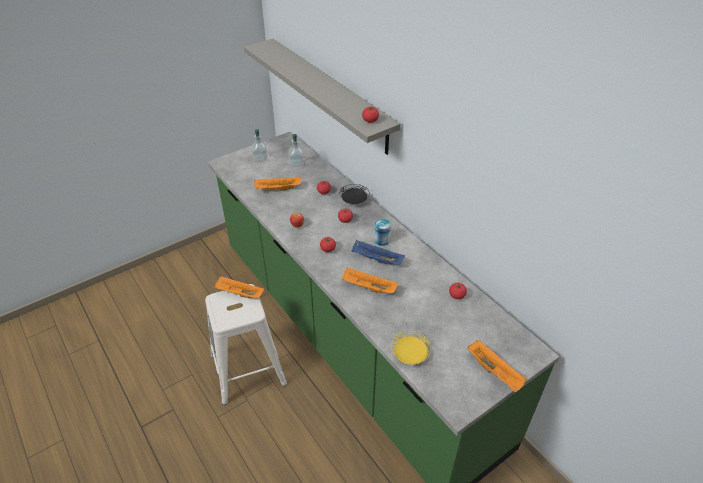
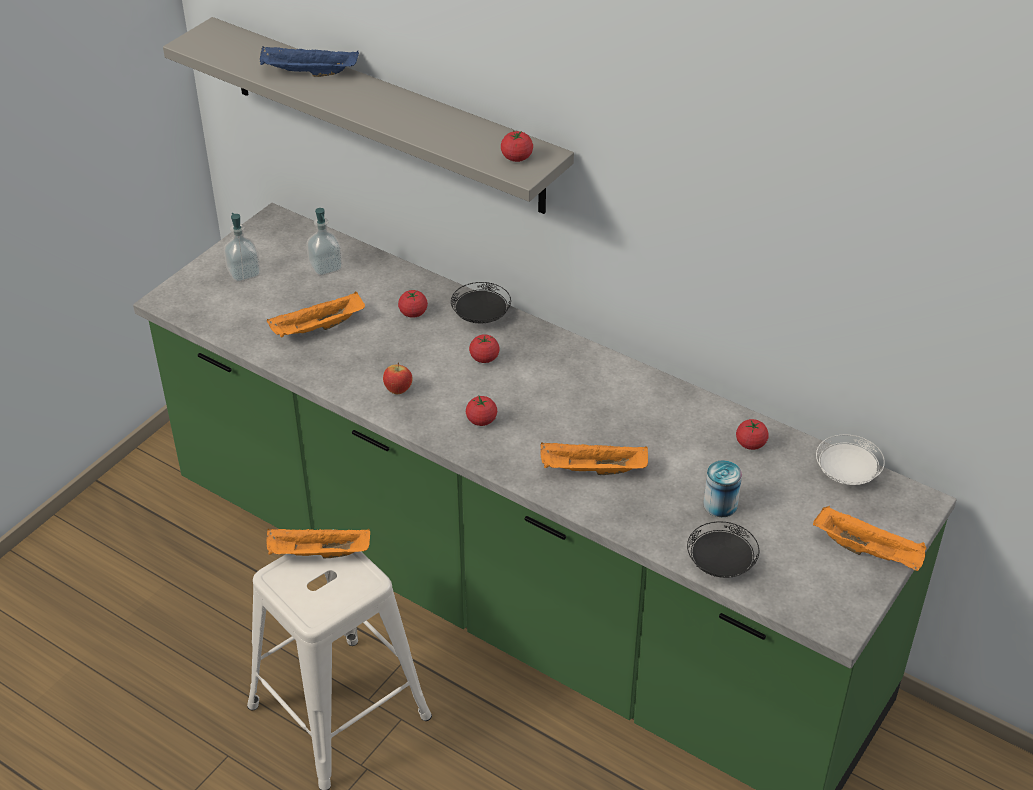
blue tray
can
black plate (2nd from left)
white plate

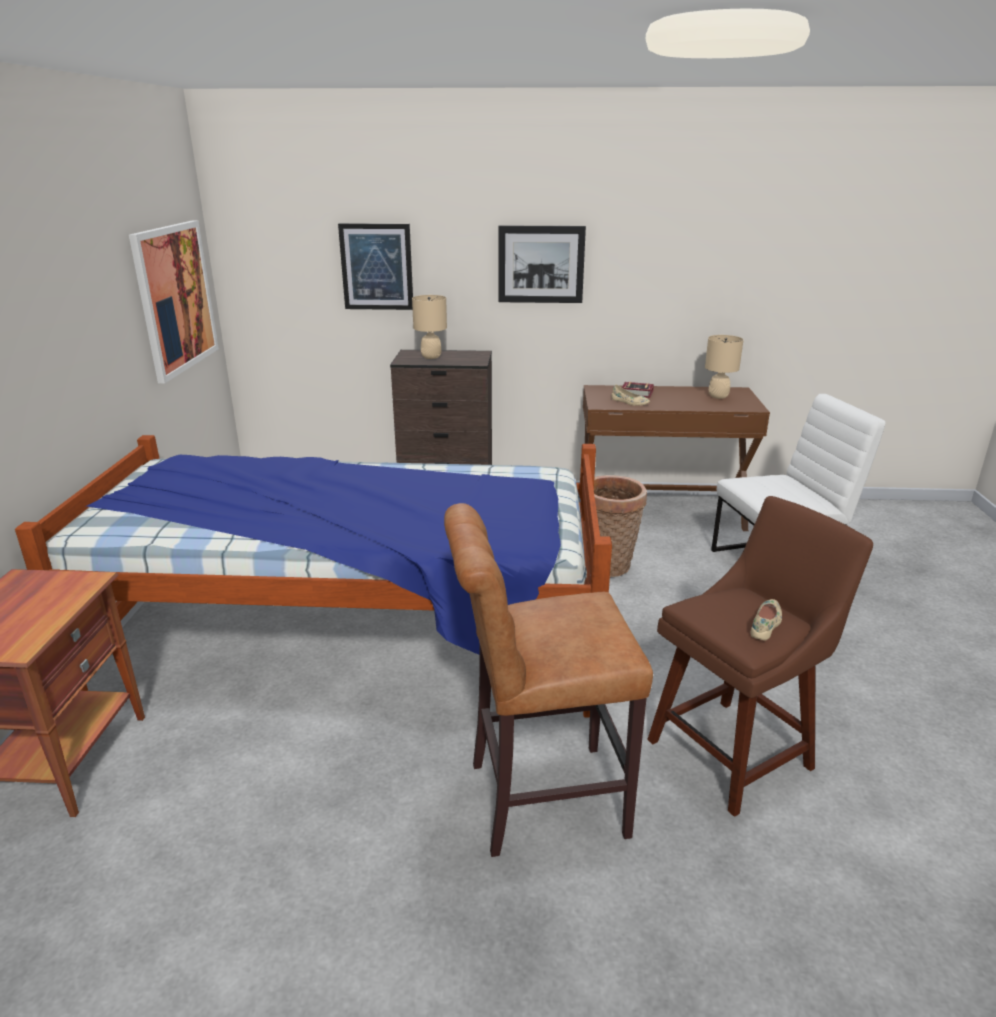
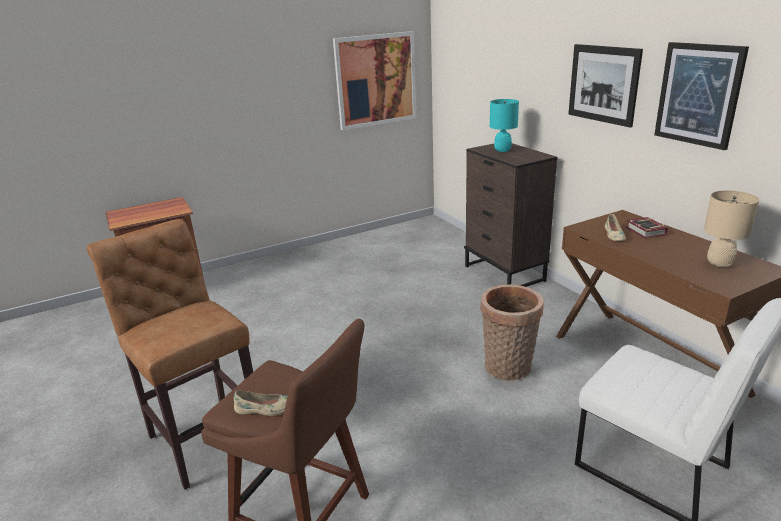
bed
picture (3rd from left)
turquoise table lamp

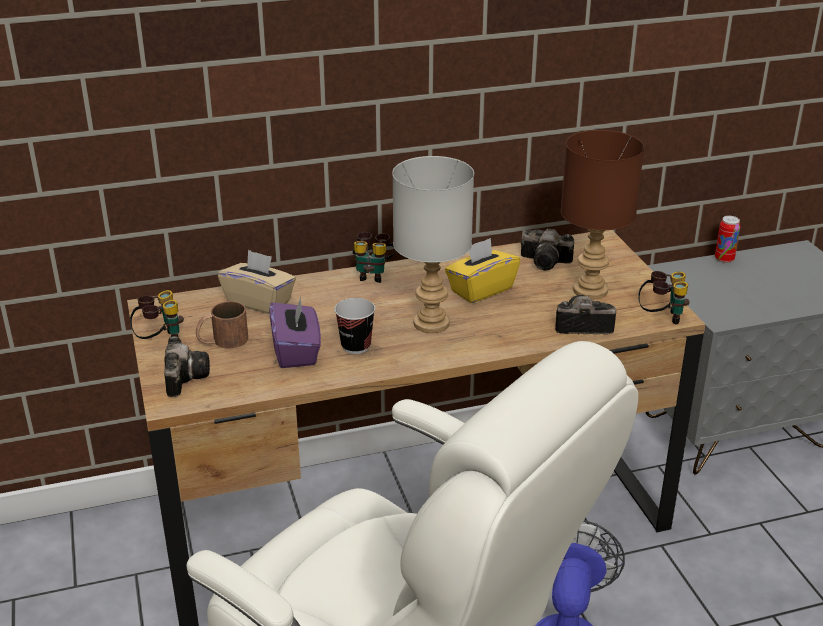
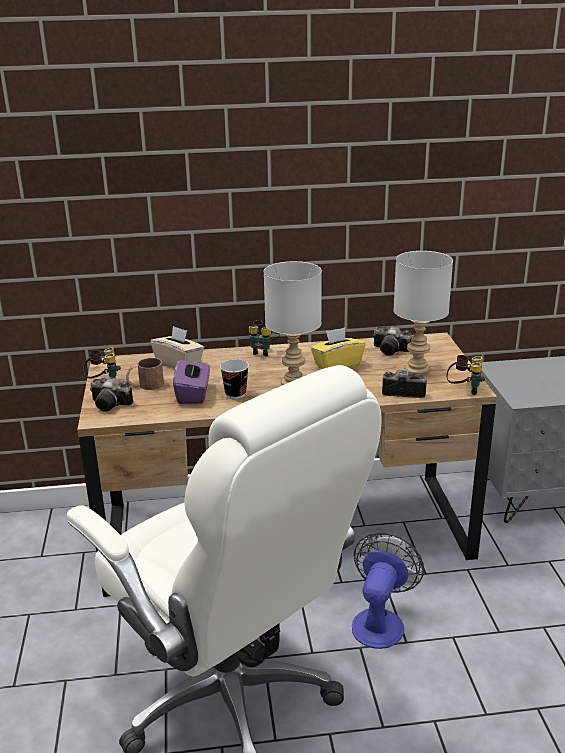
photo camera (1st from left)
grey table lamp (2nd from left)
can

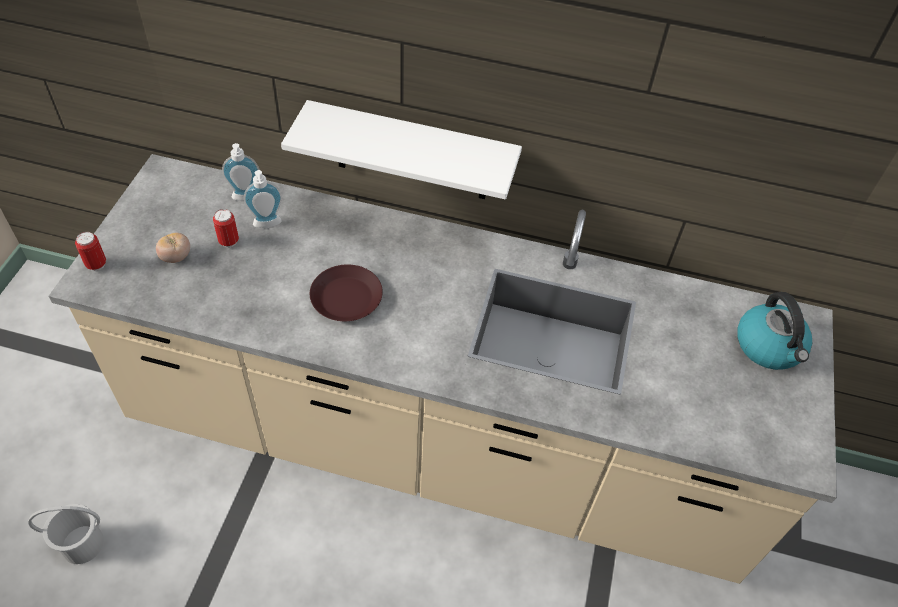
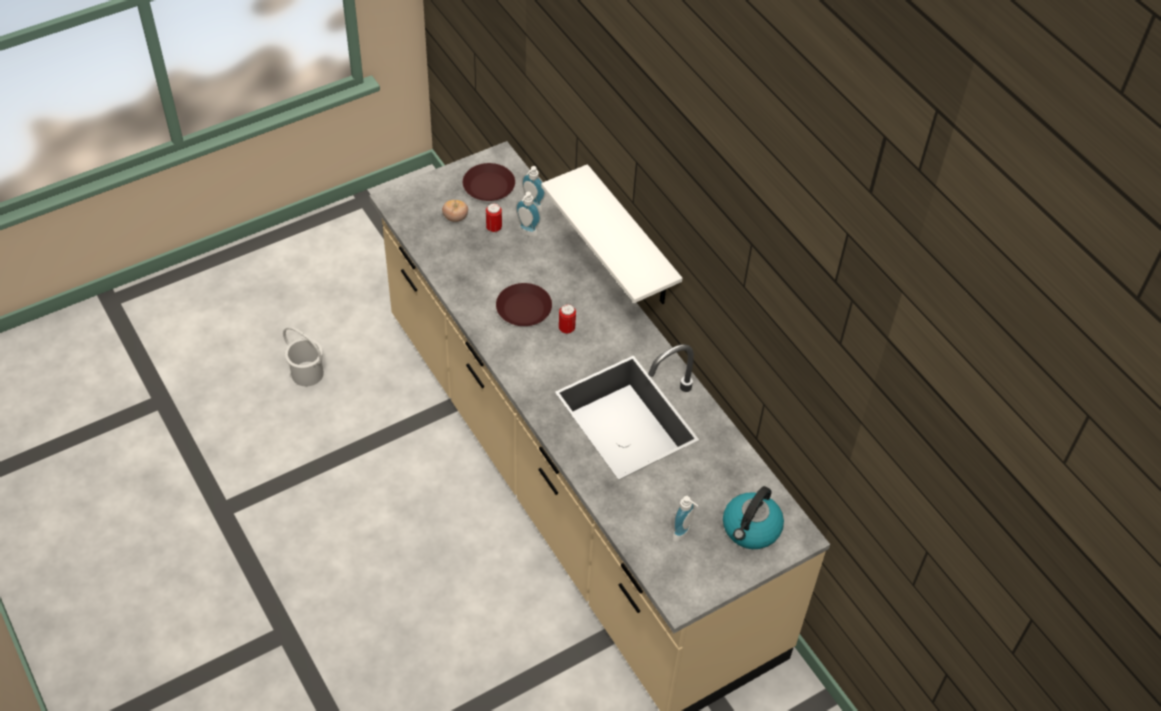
can (2nd from left)
brown plate (1st from left)
soap dispenser (3rd from left)

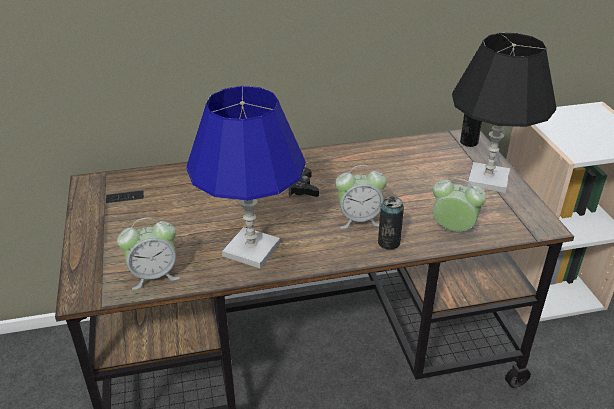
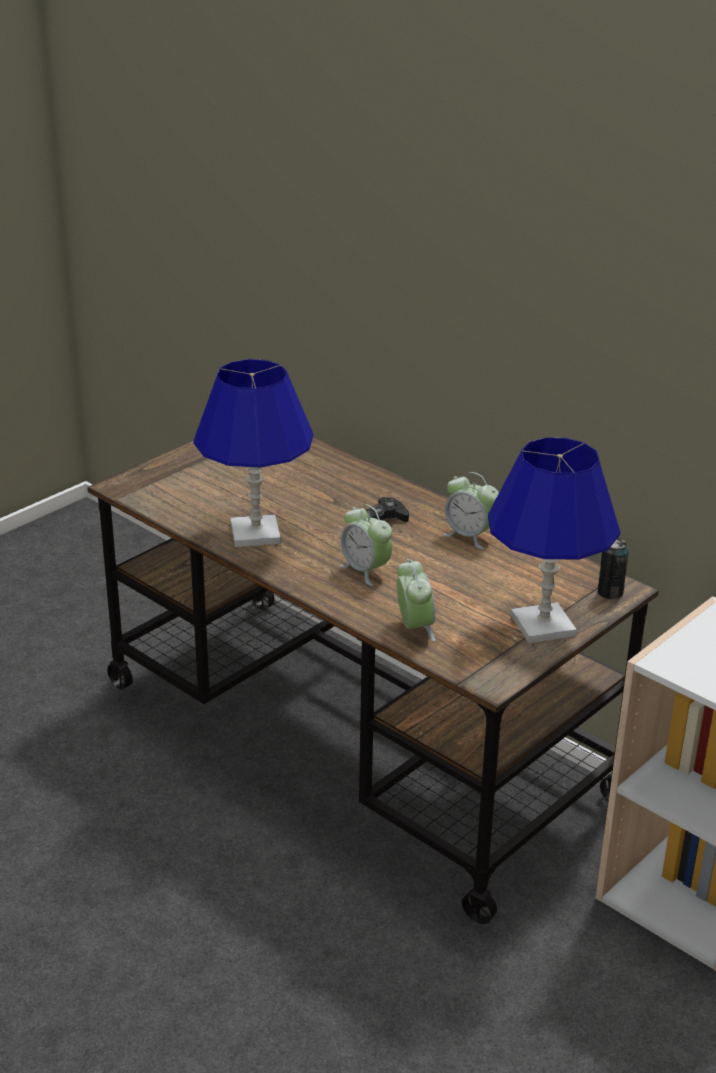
alarm clock (3rd from left)
can (1st from left in the first image)
blue table lamp (2nd from left)

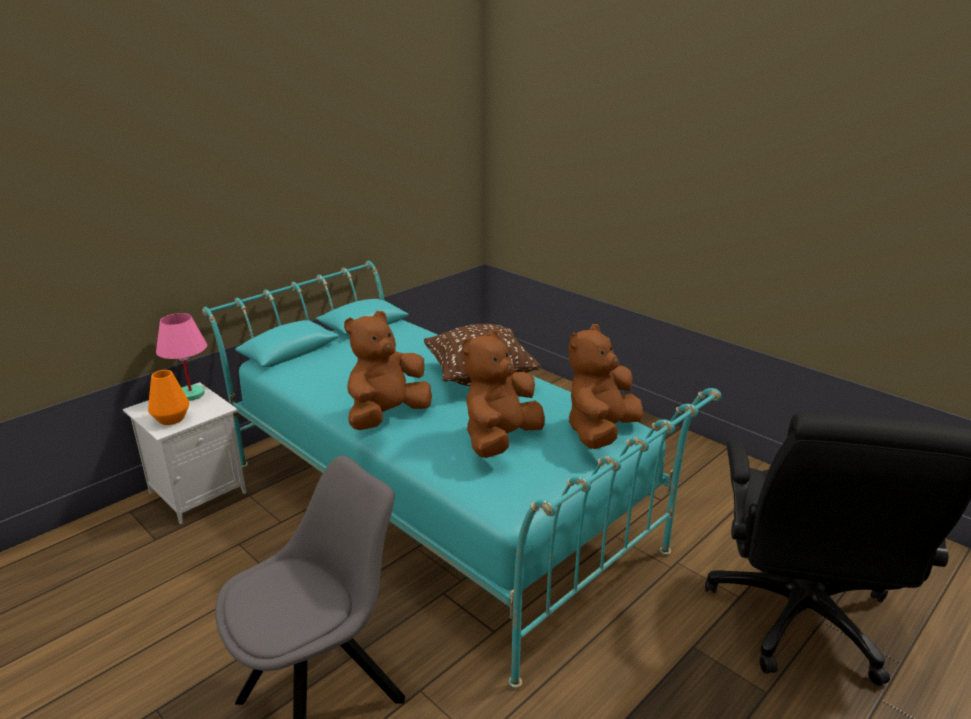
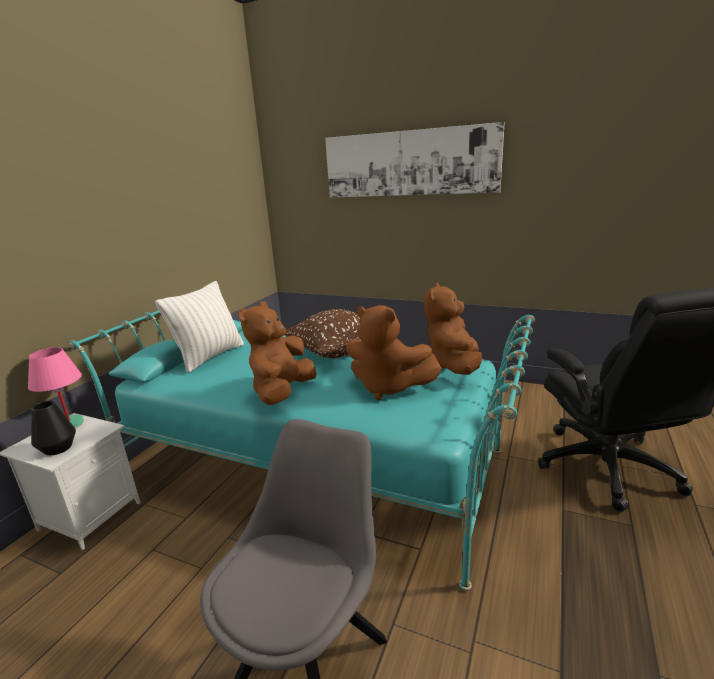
black vase
brown plush toy (2nd from left)
white pillow
picture

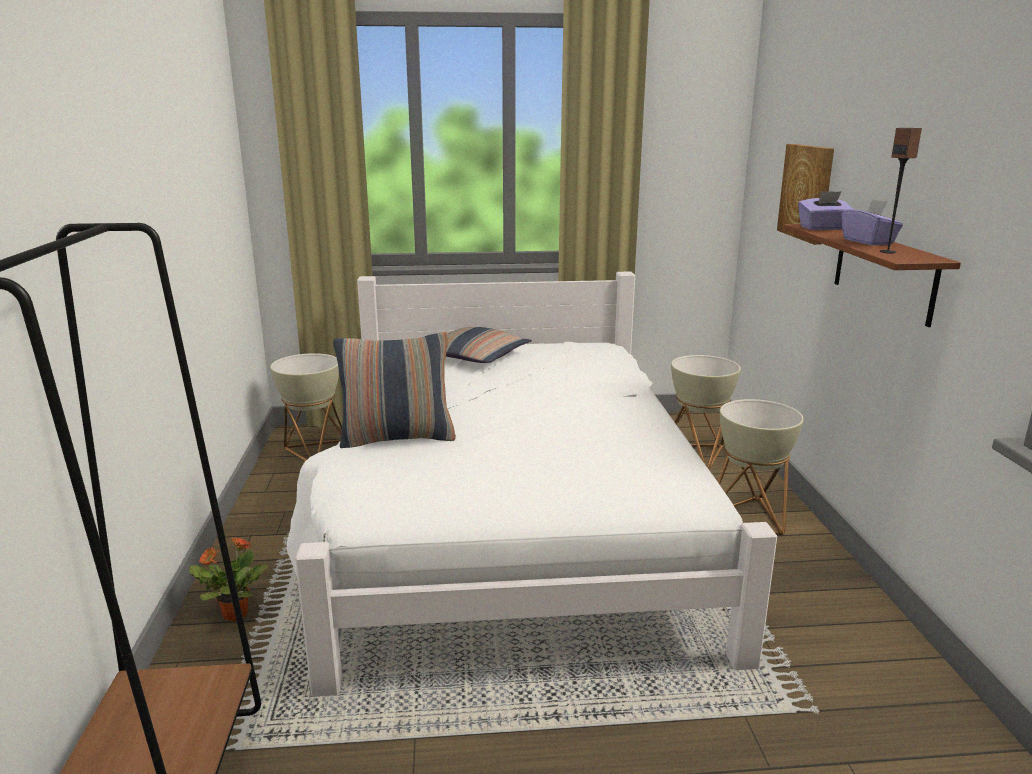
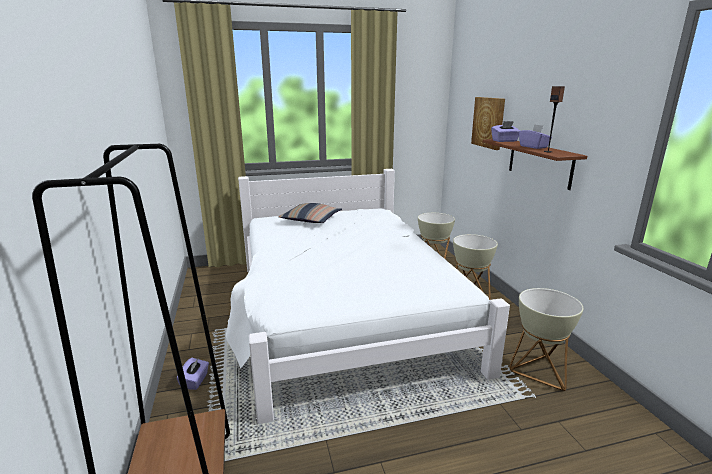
purple tissue box (1st from left)
planter (3rd from left)
pillow (1st from left in the first image)

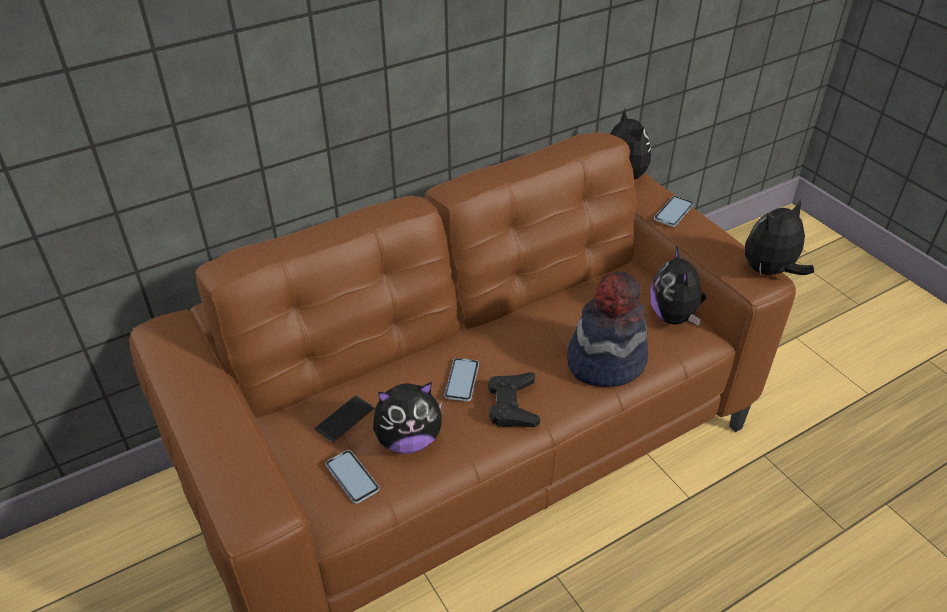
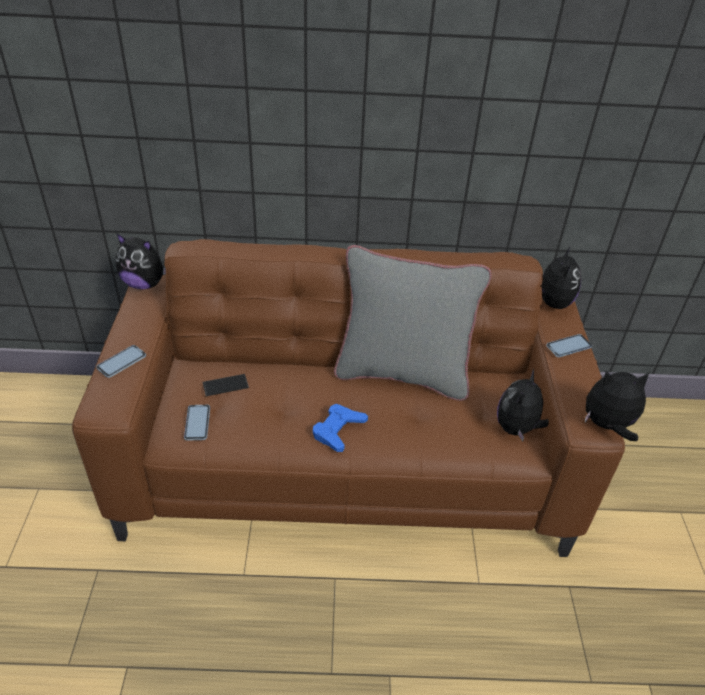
plush toy (1st from left)
phone (1st from left)
blue game controller
hat
grey pillow

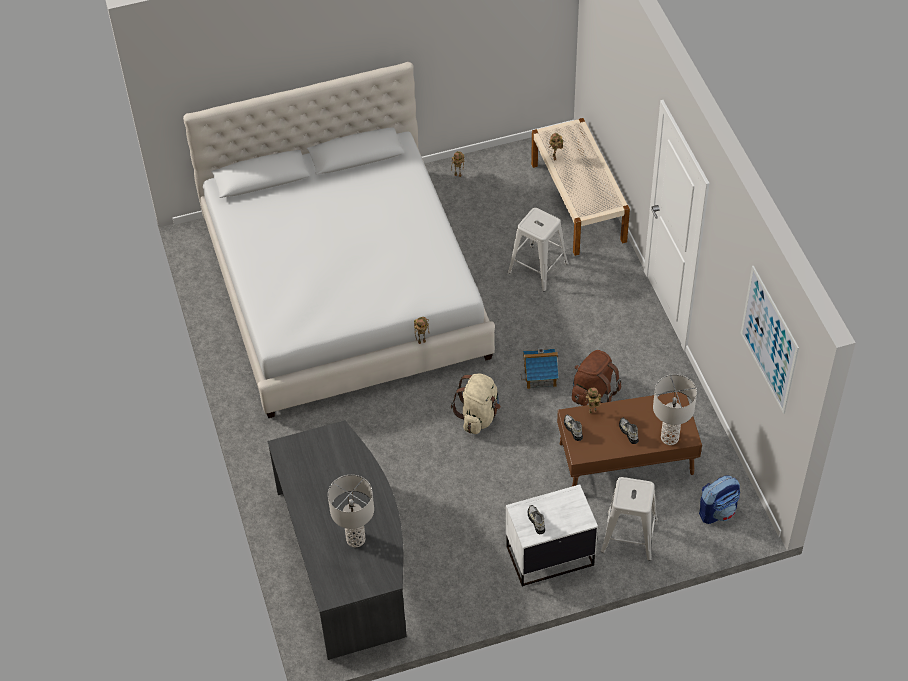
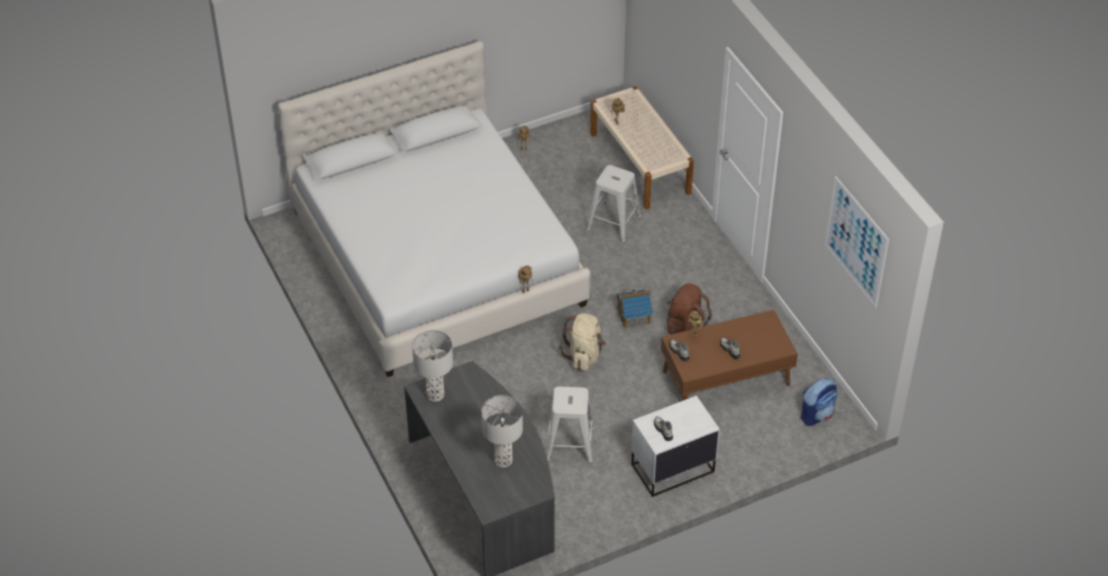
white stool (1st from left)
white table lamp (1st from left)

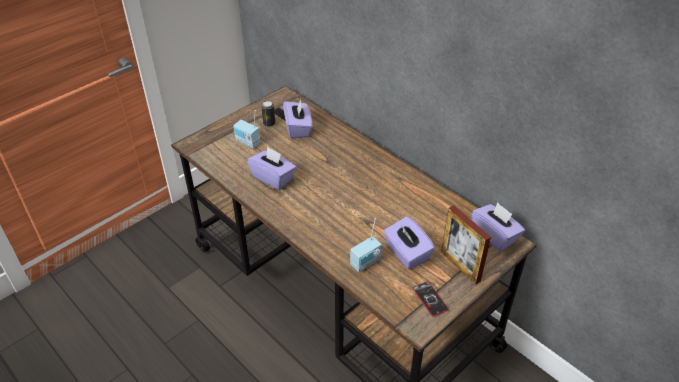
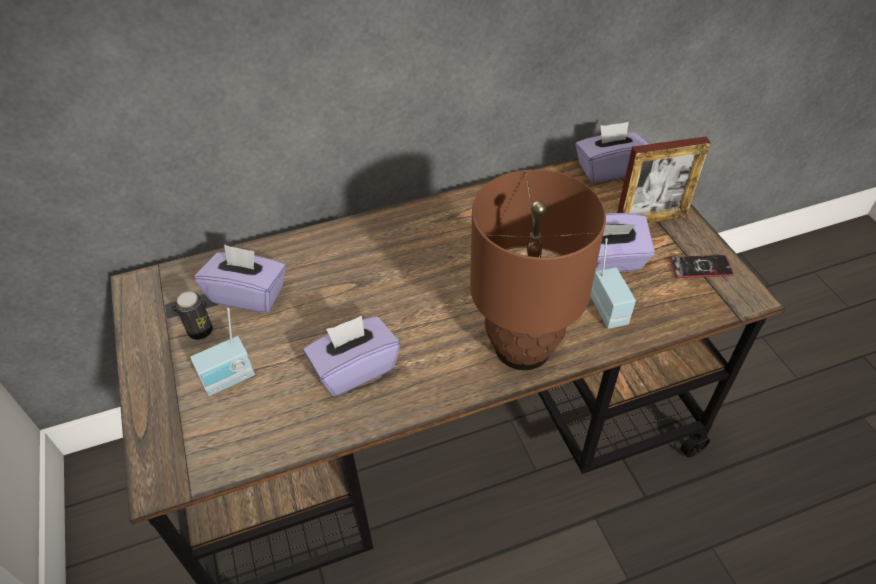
brown table lamp

